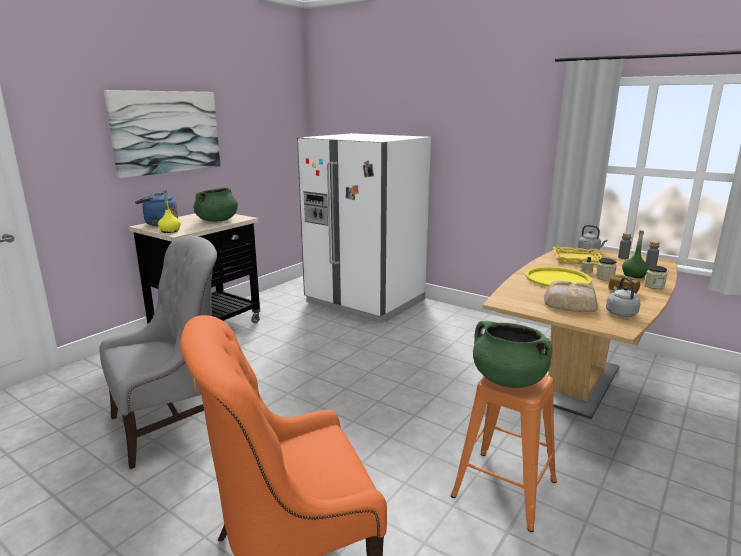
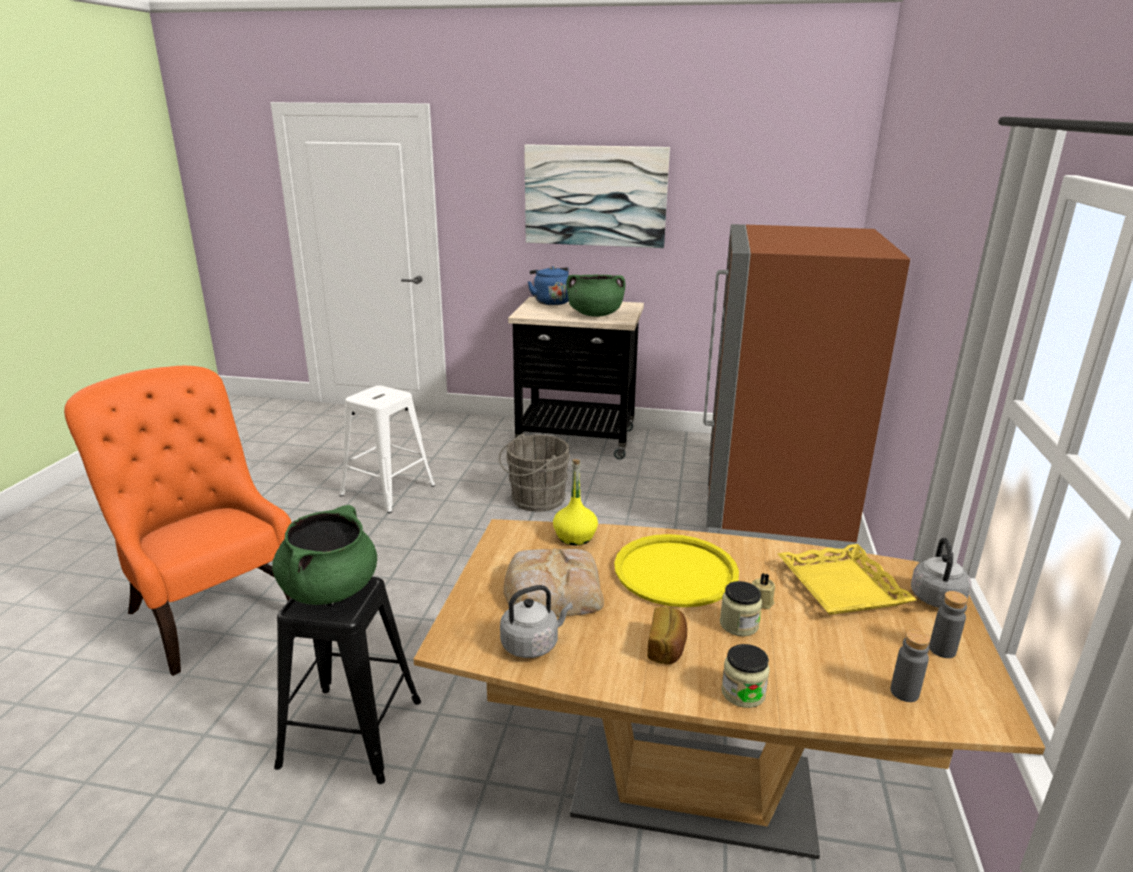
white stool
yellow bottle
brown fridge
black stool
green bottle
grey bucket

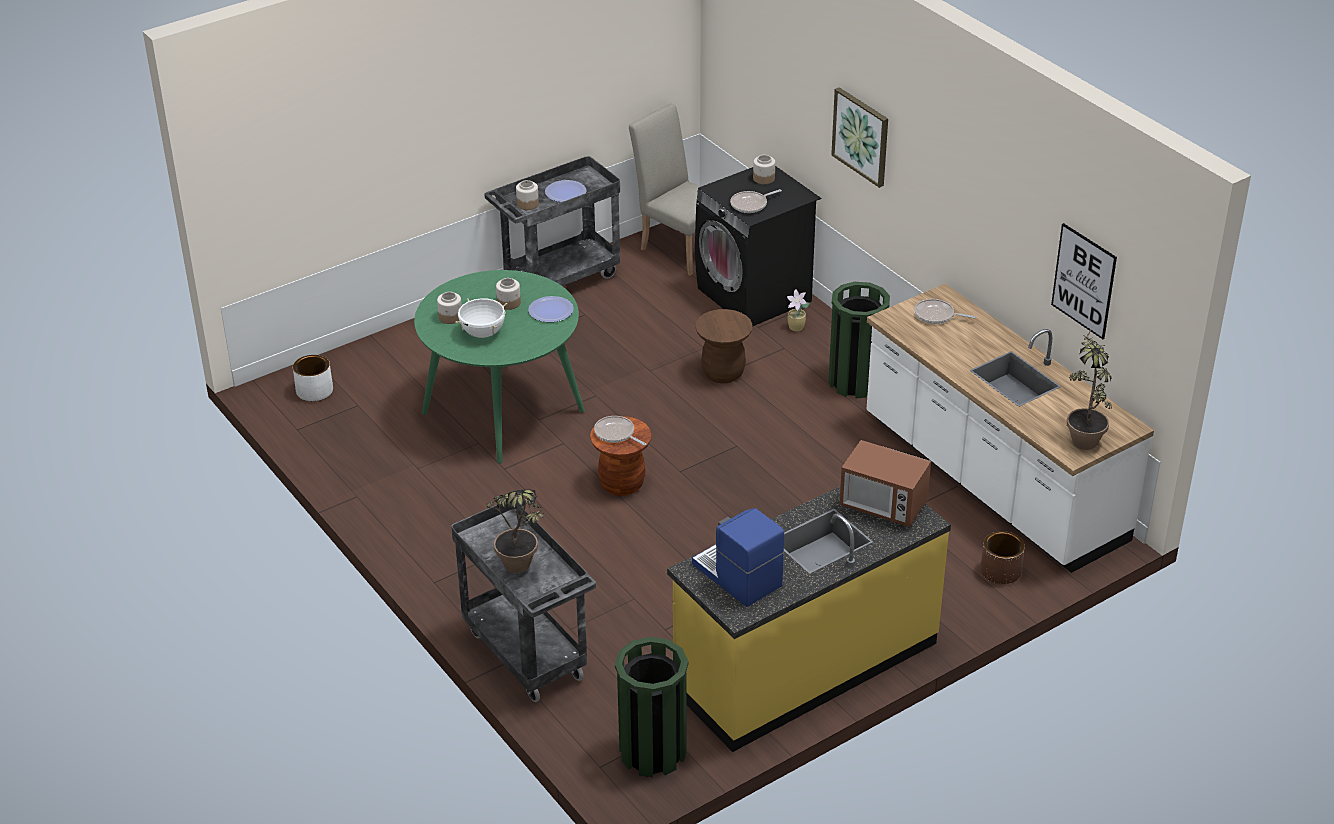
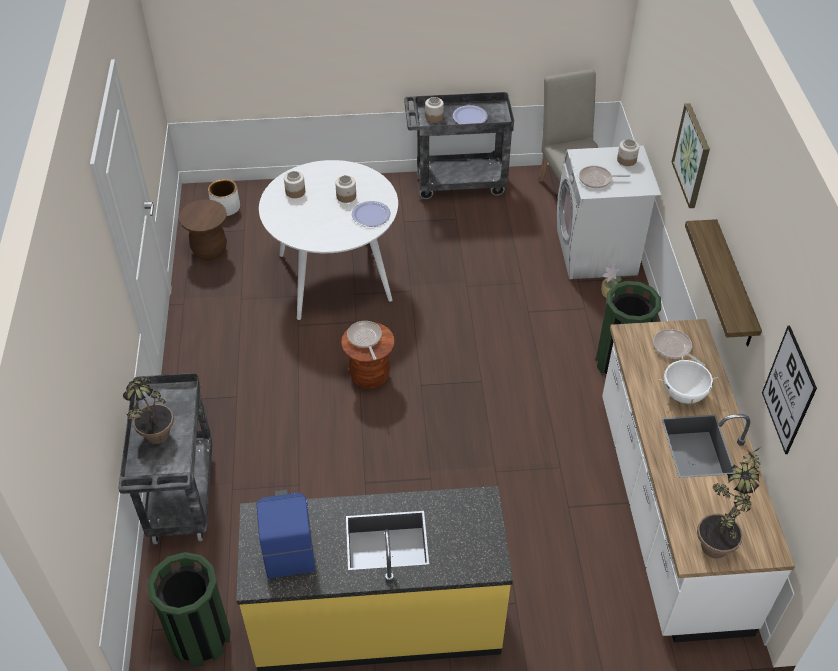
white dining table
white cooking pot
white washing machine
brown stool (1st from left)
microwave
brown planter
shelf

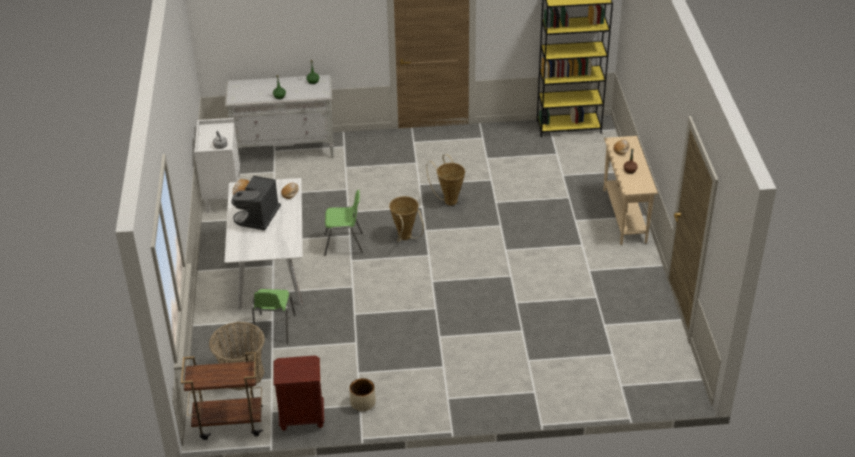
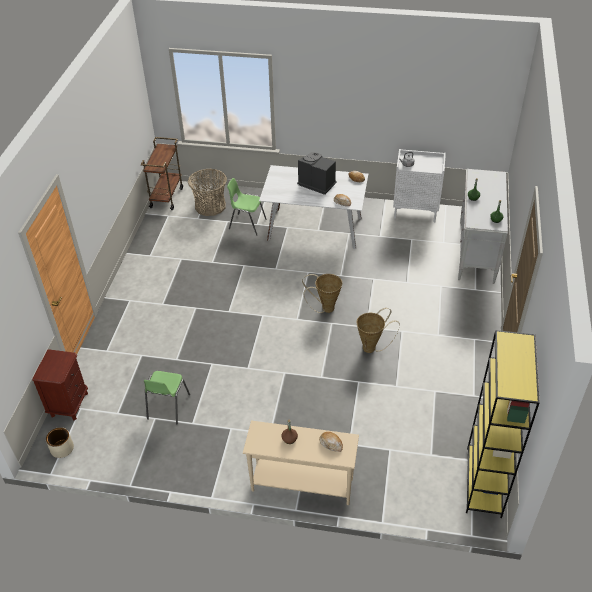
brown nightstand
green chair (1st from left)
beige planter

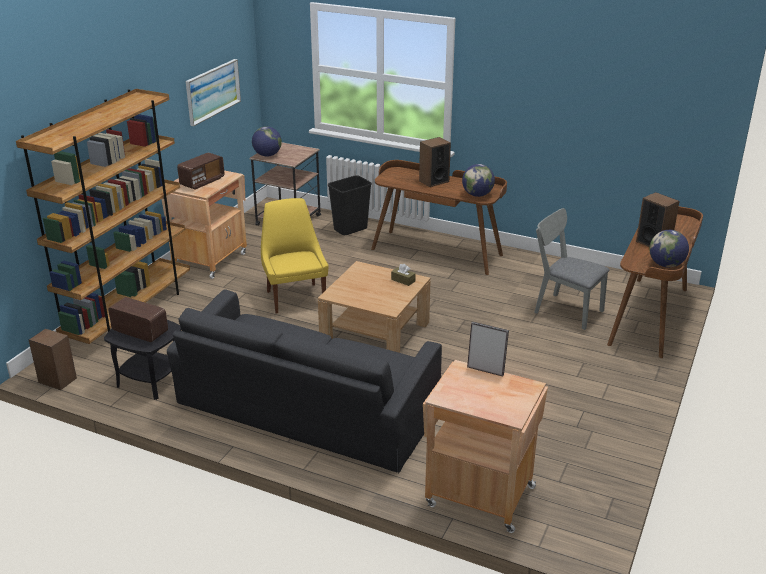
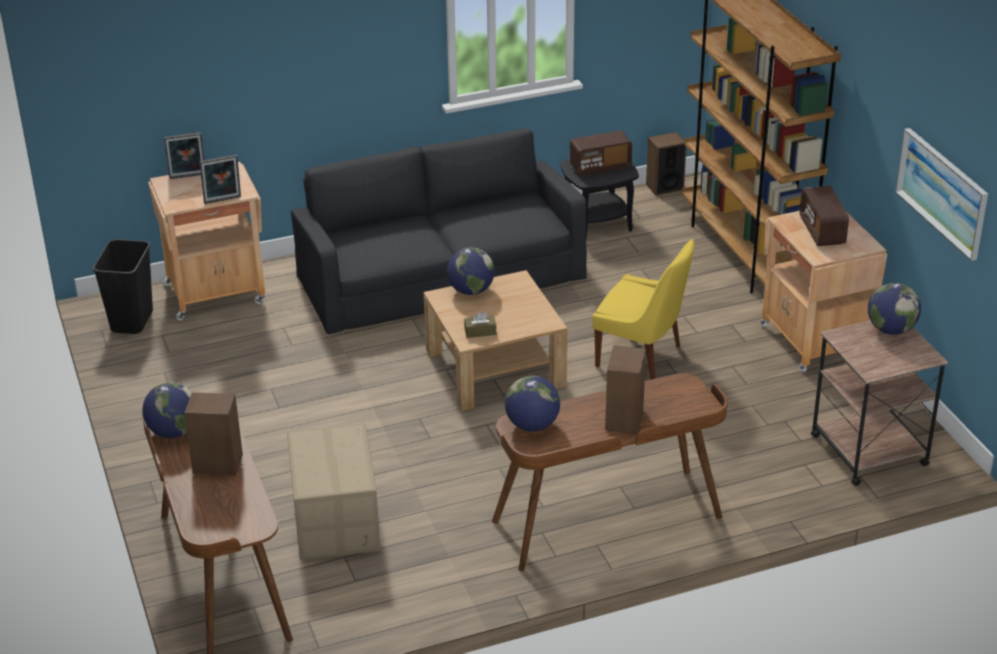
black trash can
cardboard box
picture frame (1st from left)
globe (2nd from left)

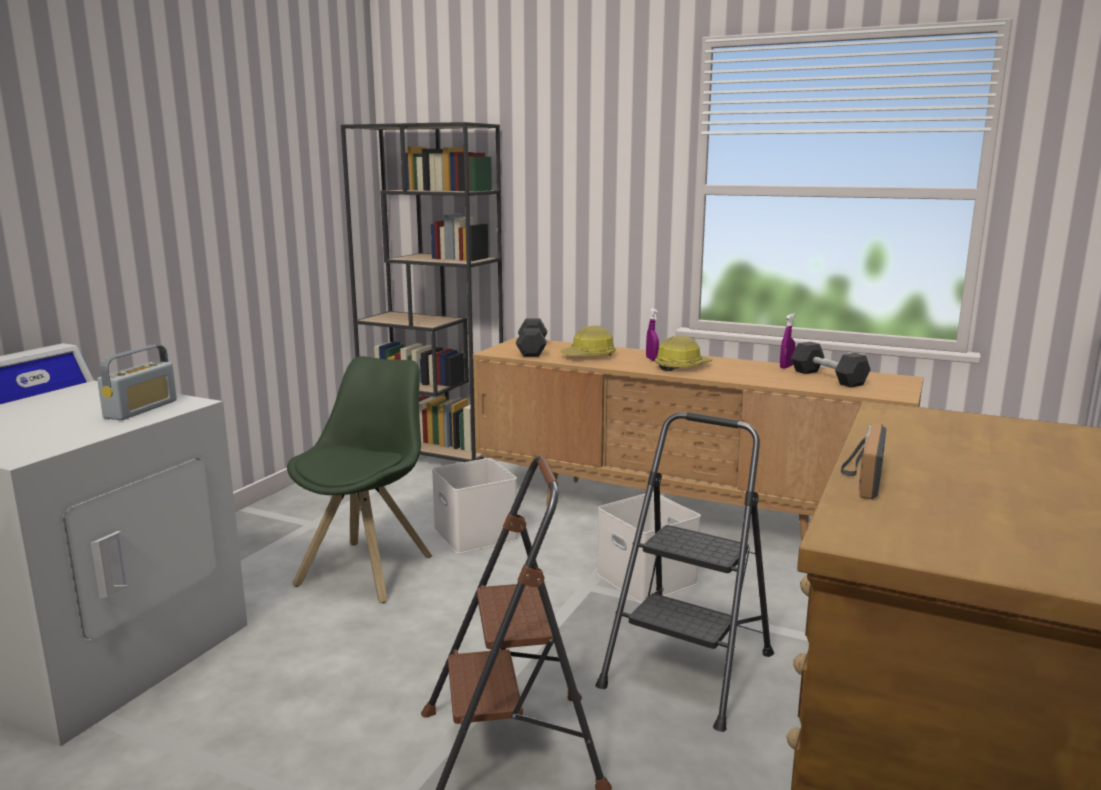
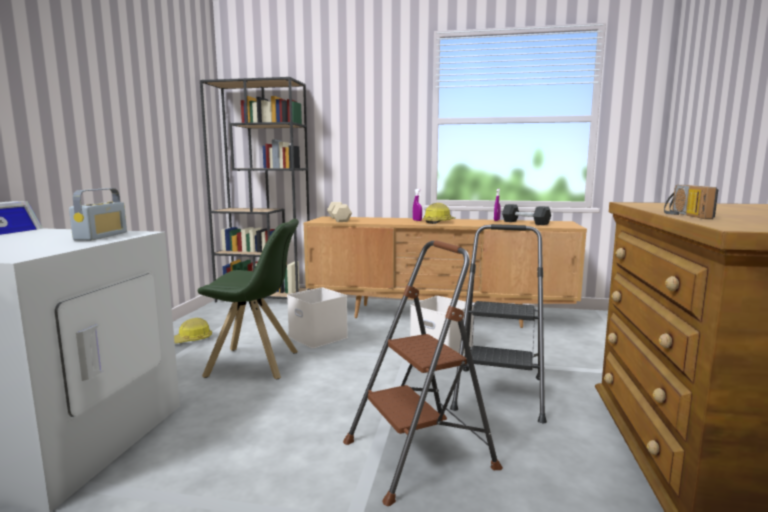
green chair
beige dumbbell
hard hat (1st from left)

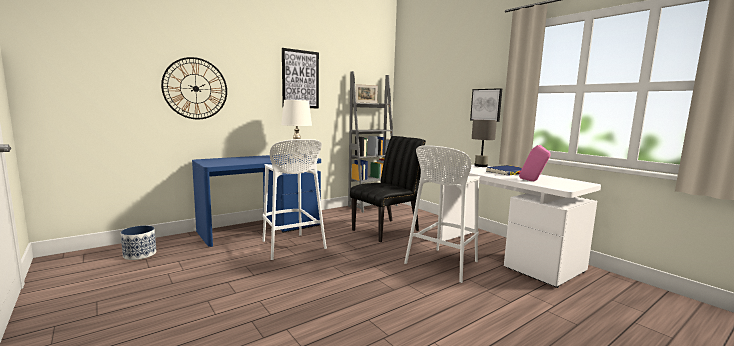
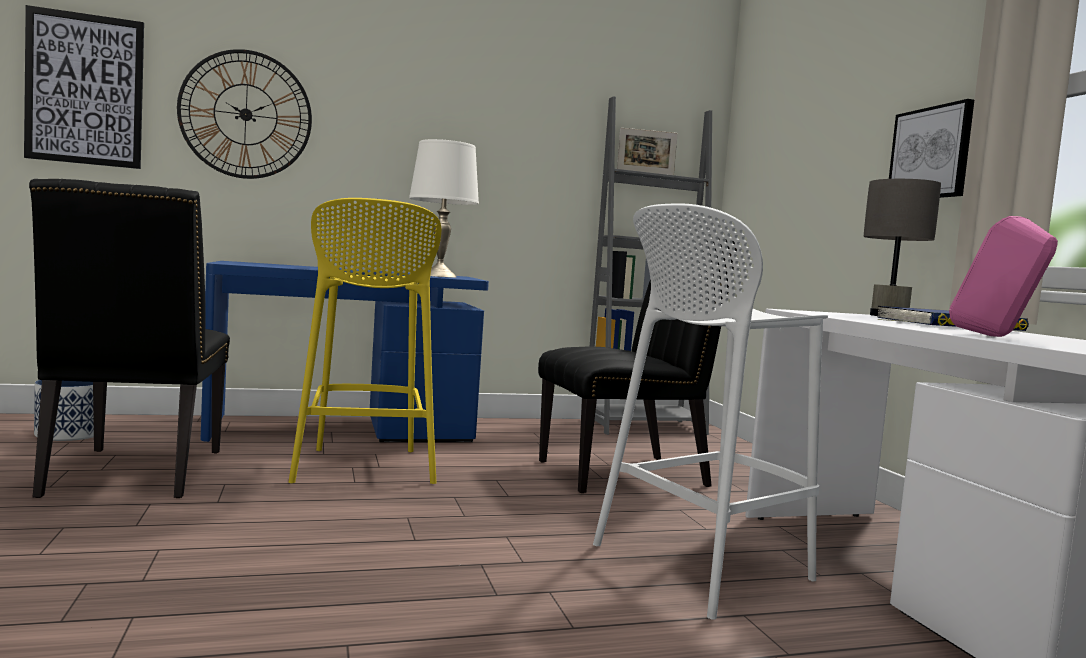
yellow stool
picture (1st from left)
black chair (1st from left)

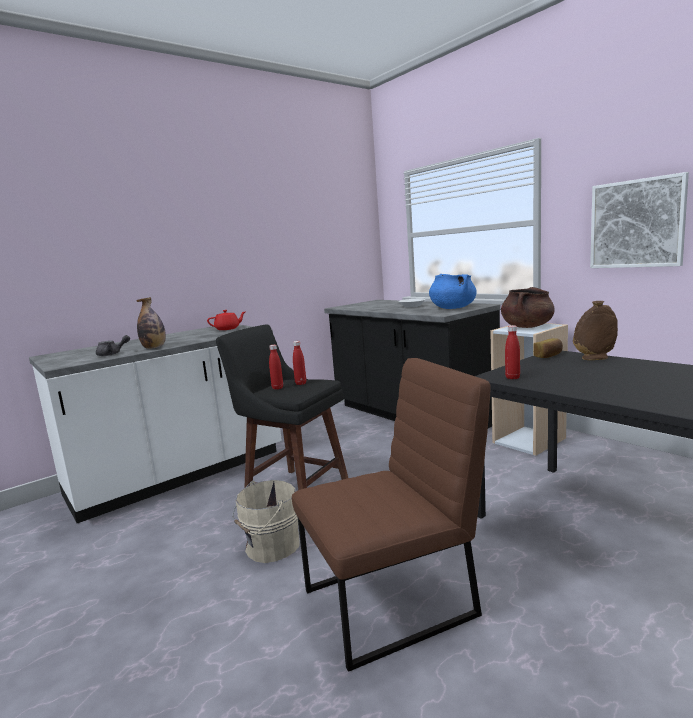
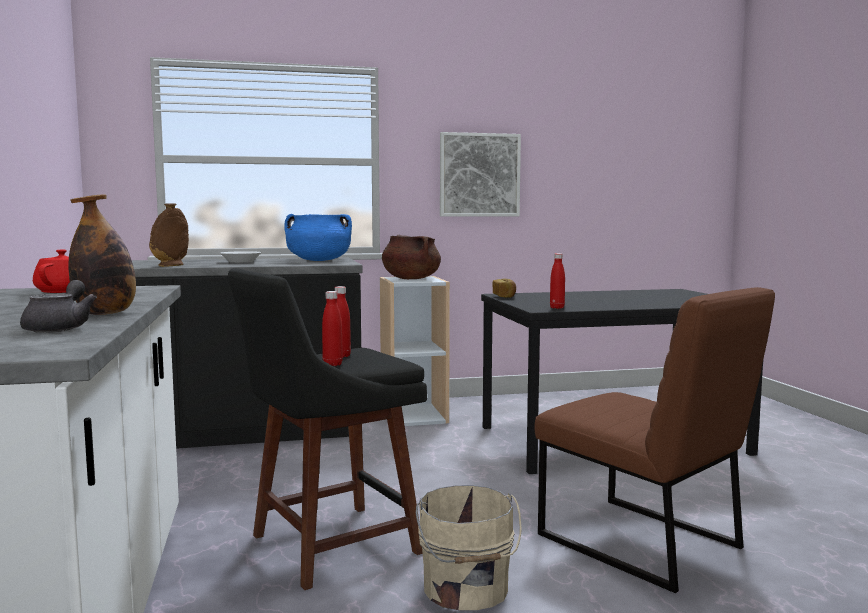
brown chair
brown vase

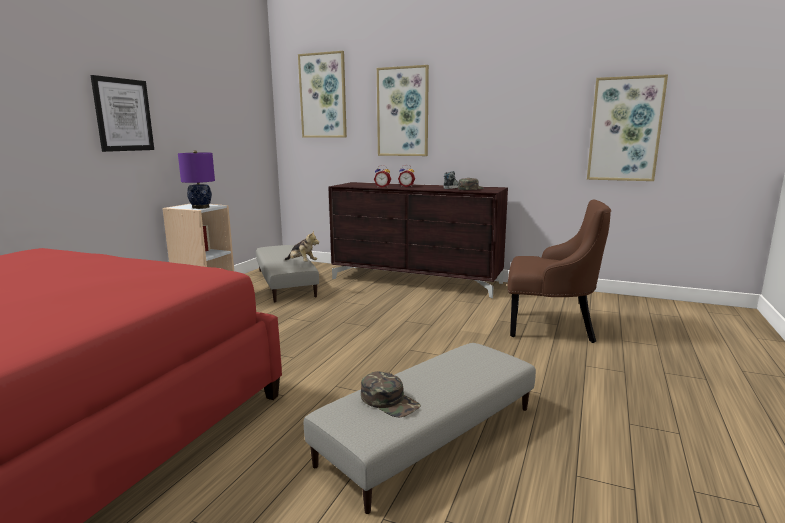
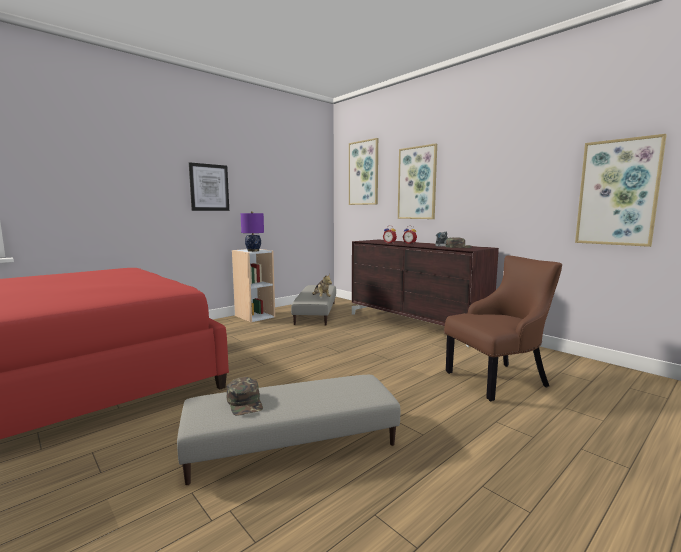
brown chair

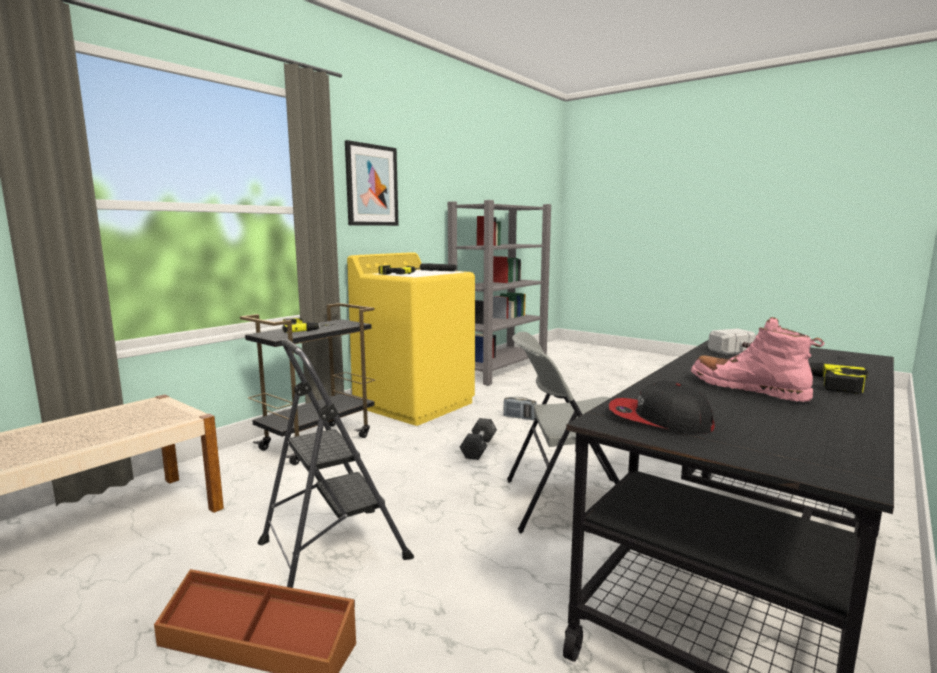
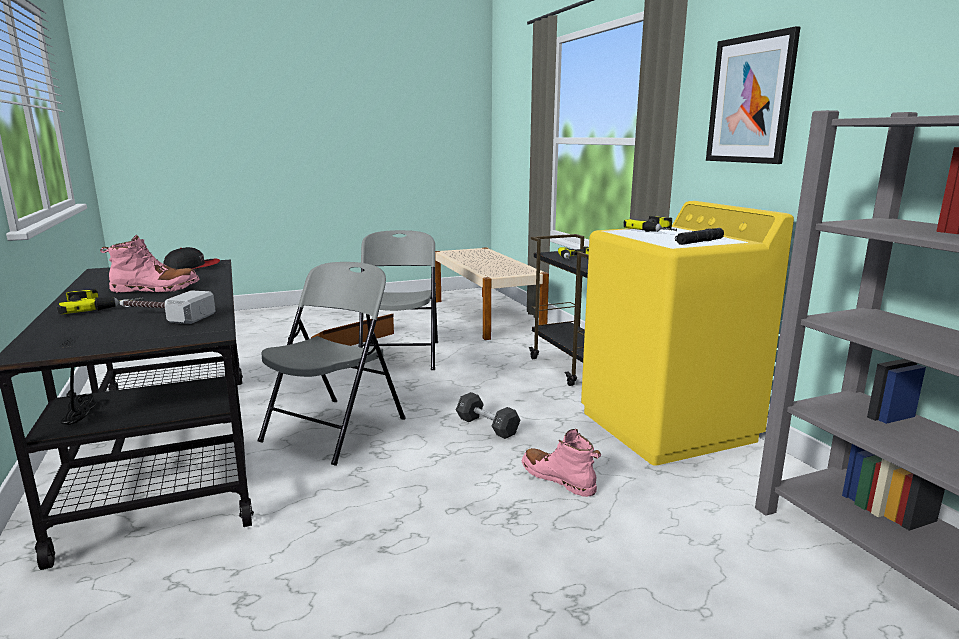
grey chair (2nd from left)
pink boot (2nd from left)

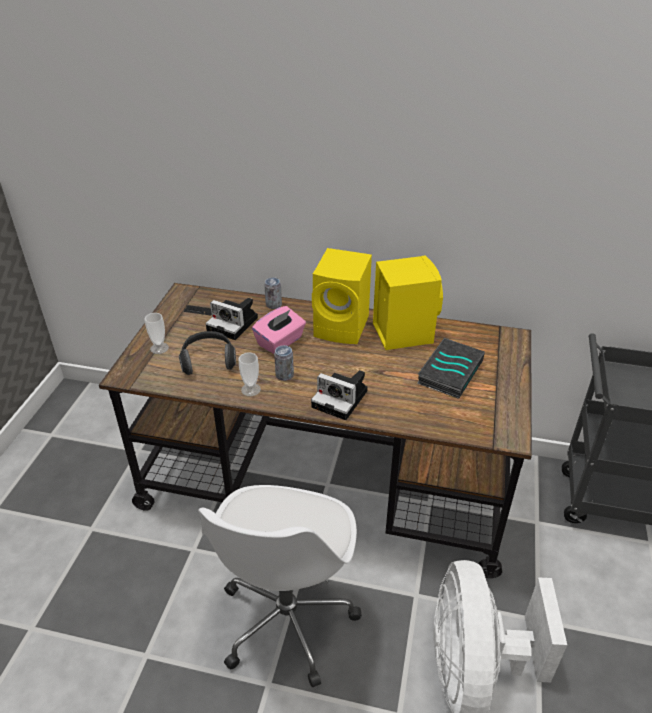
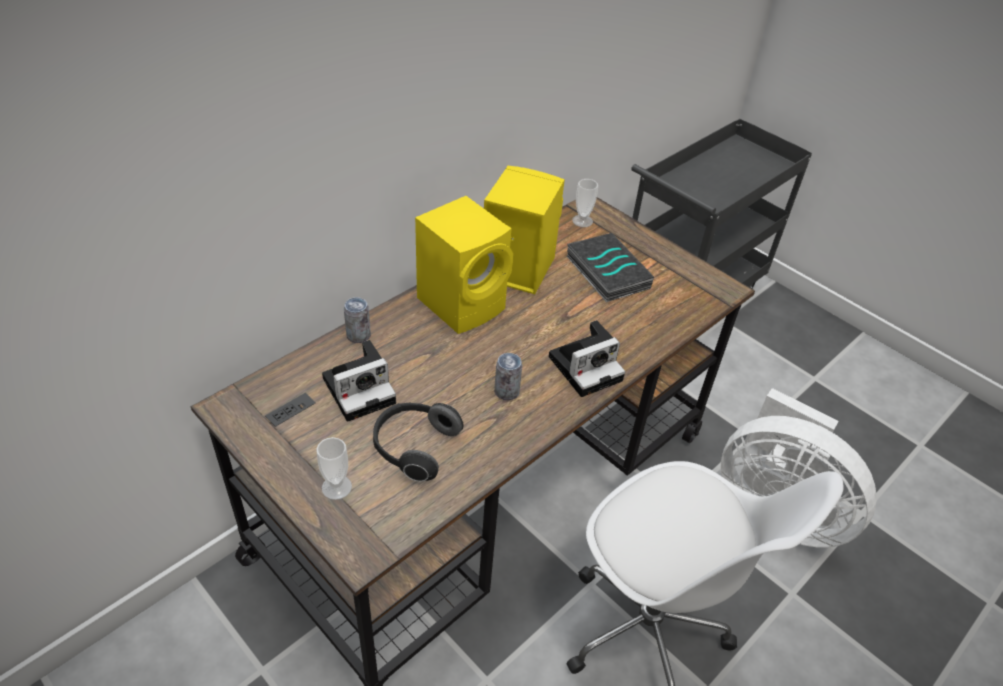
cup (2nd from left)
pink tissue box

